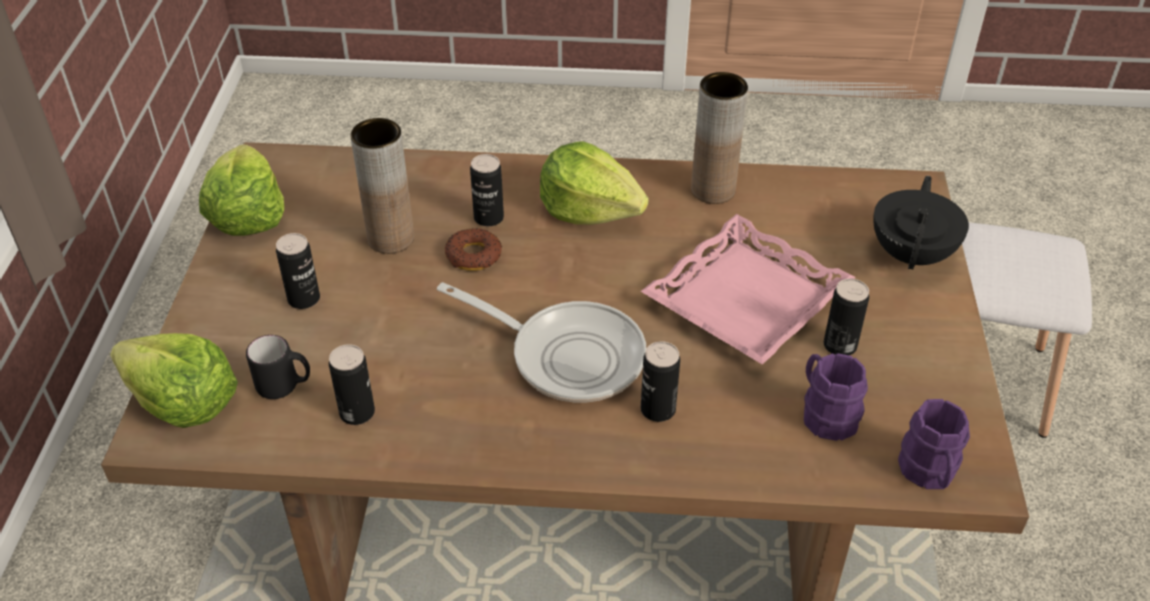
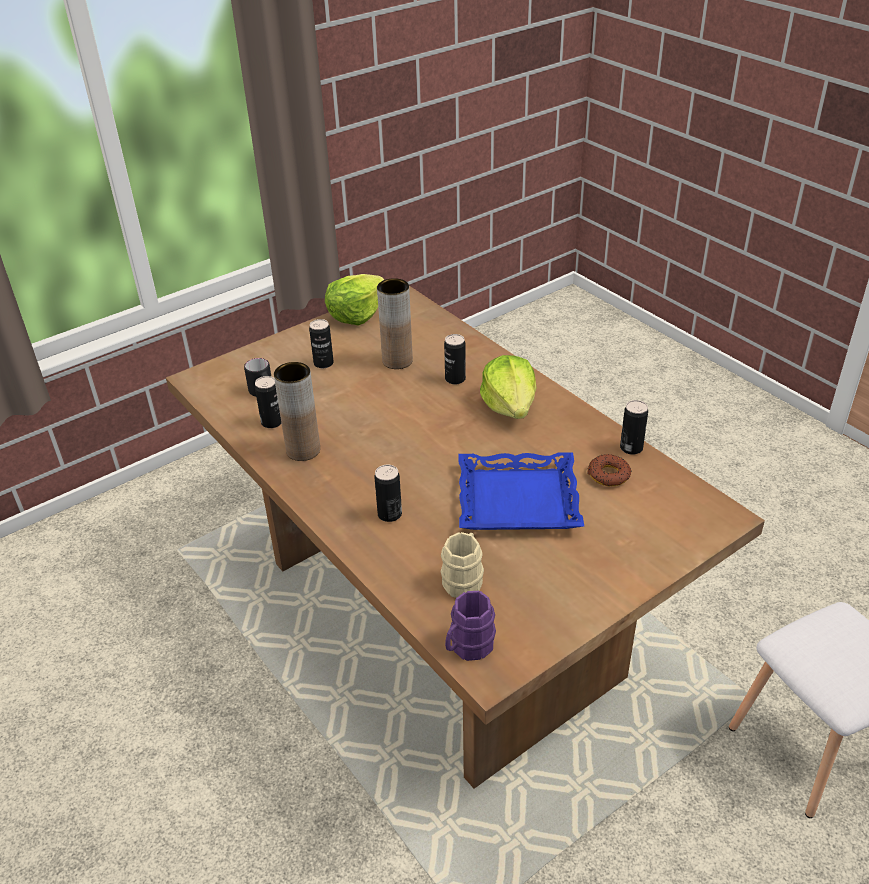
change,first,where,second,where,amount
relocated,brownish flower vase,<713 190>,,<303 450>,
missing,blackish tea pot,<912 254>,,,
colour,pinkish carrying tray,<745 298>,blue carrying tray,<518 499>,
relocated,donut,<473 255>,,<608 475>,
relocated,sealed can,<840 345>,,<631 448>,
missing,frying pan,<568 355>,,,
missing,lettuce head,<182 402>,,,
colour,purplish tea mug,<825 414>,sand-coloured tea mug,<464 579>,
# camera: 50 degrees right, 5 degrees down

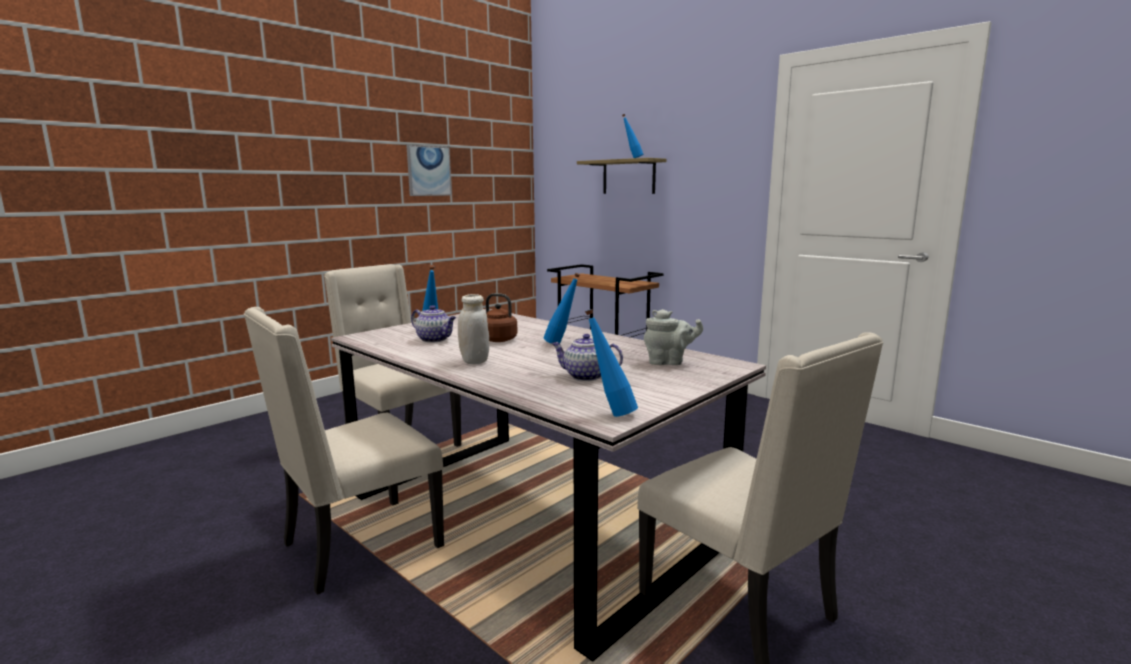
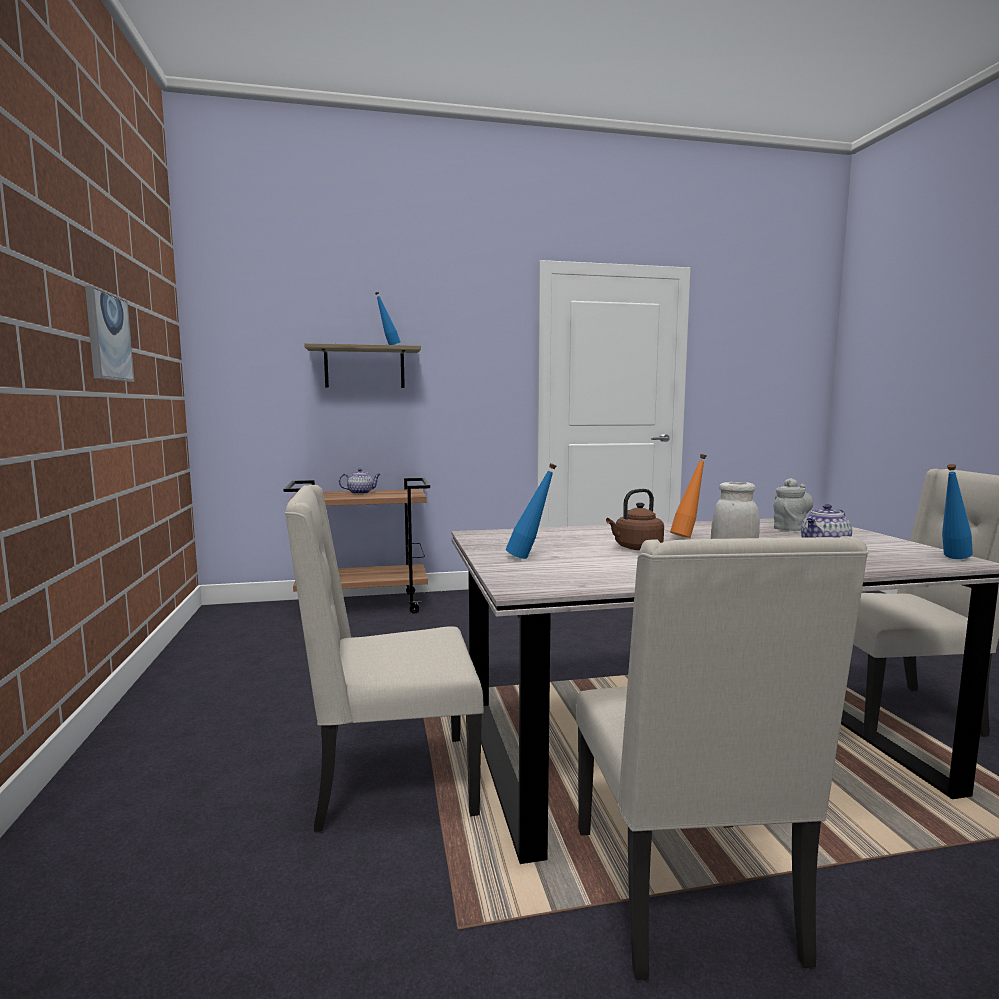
change,first,where,second,where,amount
colour,blue bottle,<561 344>,orangey bottle,<687 537>,
relocated,tea pot,<435 339>,,<361 493>,
# camera: 55 degrees left, 5 degrees down

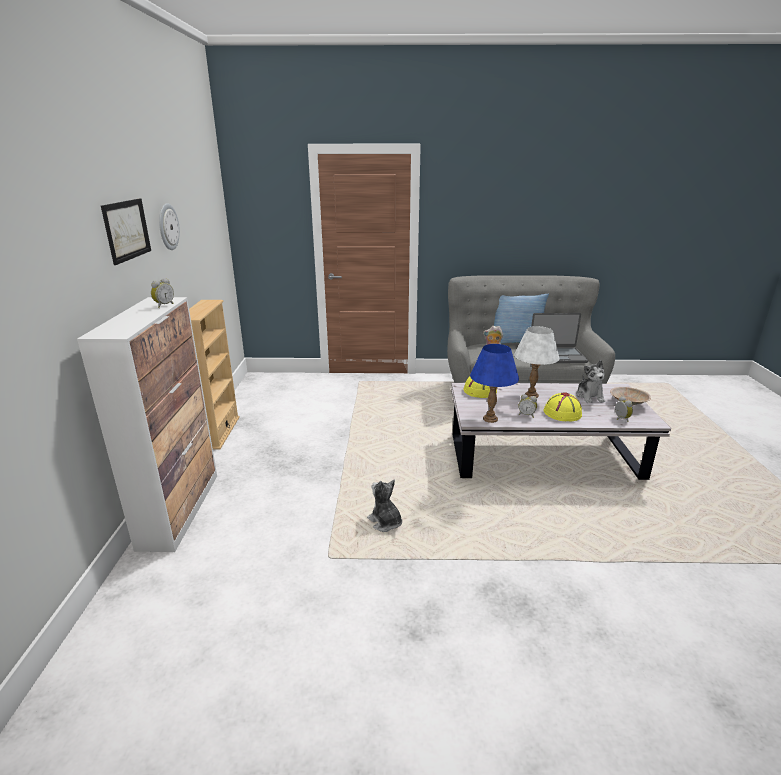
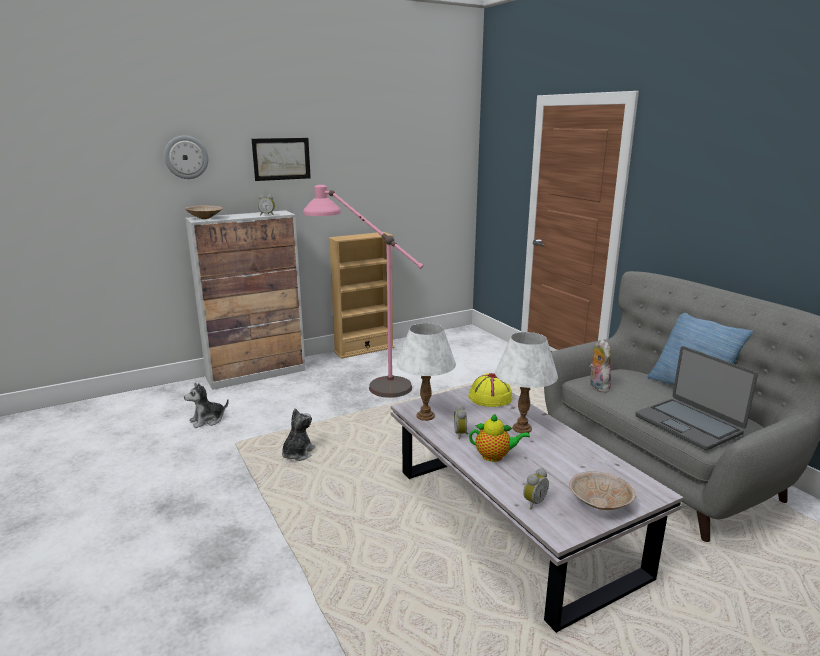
change,first,where,second,where,amount
relocated,clock on the wall,<168 227>,,<186 157>,
colour,blue lamp for a table,<490 419>,whitish lamp for a table,<425 416>,
relocated,soft toy,<589 396>,,<207 420>,
exchanged,yellow hat,<563 413>,tea pot,<495 456>,
appeared,,,pinkish standard lamp,<365 381>,
appeared,,,sand-coloured serving bowl,<205 218>,
# camera: 60 degrees right, 5 degrees down

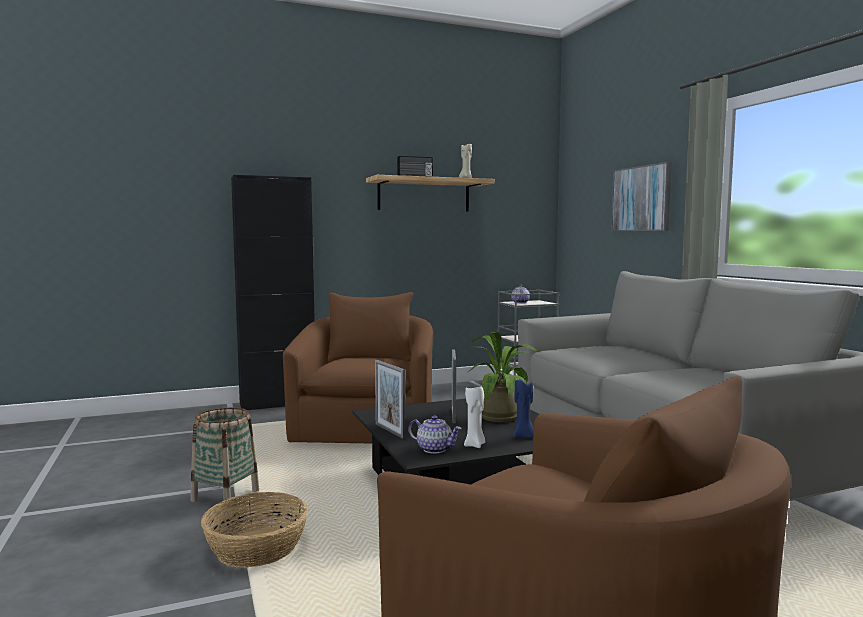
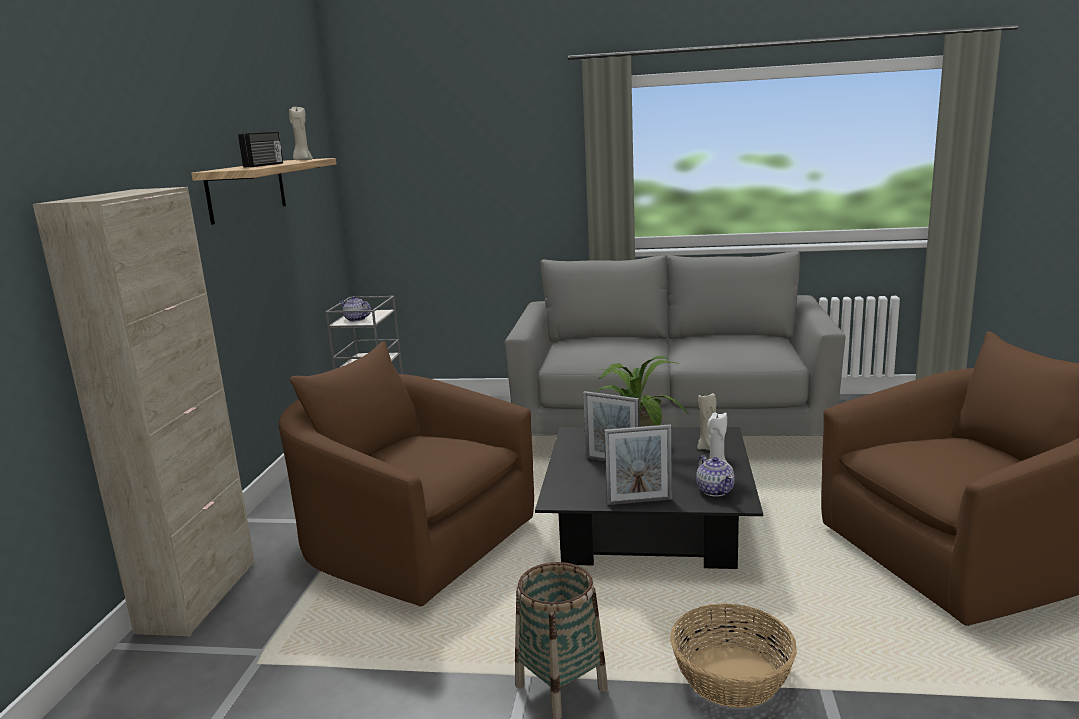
change,first,where,second,where,amount
missing,wall picture,<641 199>,,,
colour,blackish cabinet,<278 404>,sand-coloured cabinet,<199 596>,
colour,blue wax light,<523 437>,sand-coloured wax light,<707 447>,
spun,tea pot,<434 449>,,<715 490>,105 degrees clockwise
# camera: 60 degrees left, 10 degrees up

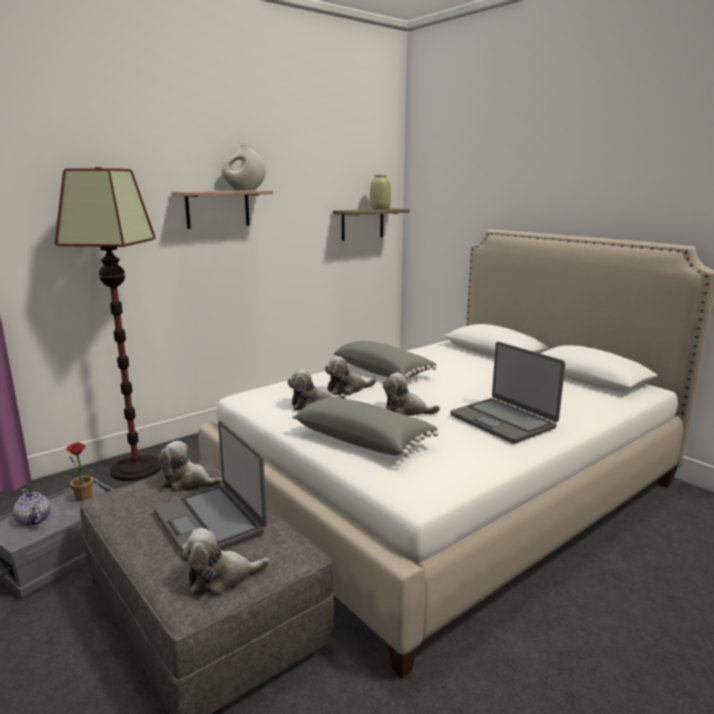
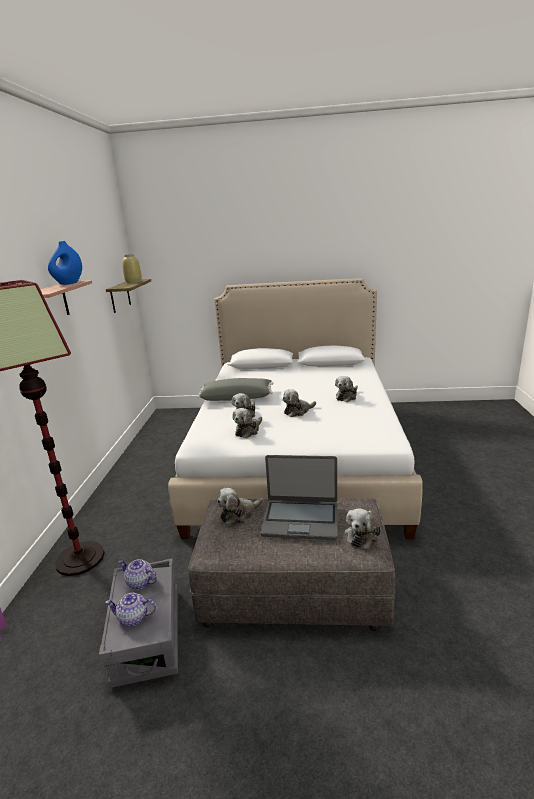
change,first,where,second,where,amount
colour,whitish flower vase,<245 190>,blue flower vase,<69 283>,
exchanged,notebook computer,<503 421>,soft toy,<347 396>,
missing,greyish pillow,<363 440>,,,
exchanged,potted plant,<84 499>,tea pot,<140 582>,
# camera: 45 degrees left, 5 degrees up

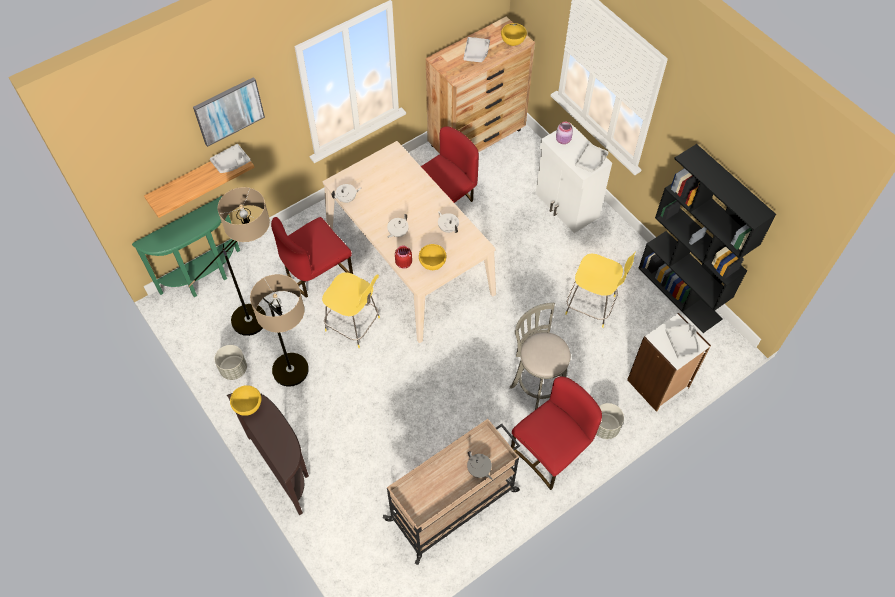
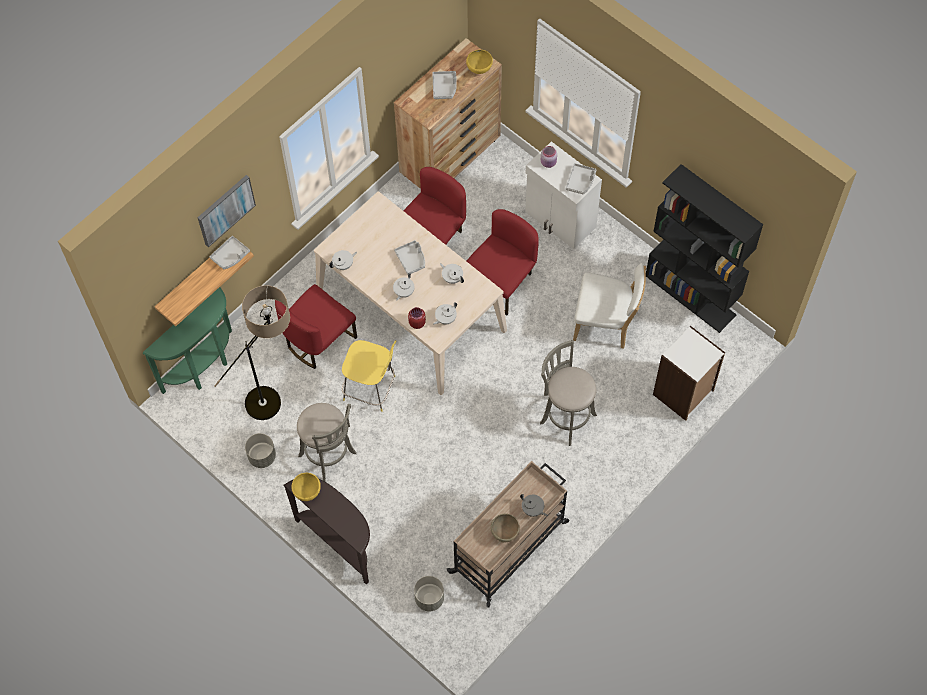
change,first,where,second,where,amount
exchanged,yellow serving bowl,<432 264>,whitish tea pot,<445 319>,
exchanged,yellow sitting stool,<592 306>,whitish chair,<605 324>,
exchanged,standard lamp,<297 381>,greyish sitting stool,<329 457>,
relocated,greyish carrying tray,<682 343>,,<411 259>,
relocated,red-coloured chair,<551 451>,,<501 282>,
relocated,greyish flower pot,<605 427>,,<429 598>,
appeared,,,brownish serving bowl,<505 532>,
# camera: 10 degrees left, 5 degrees up

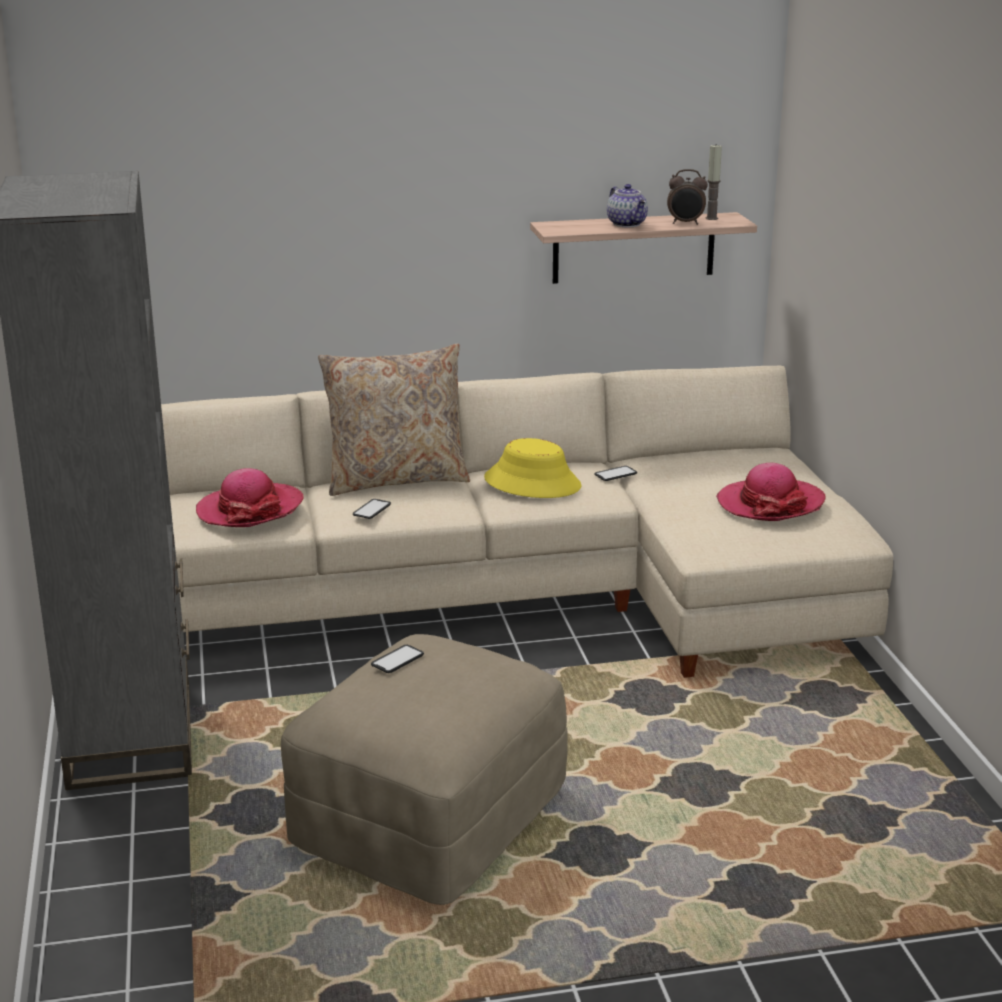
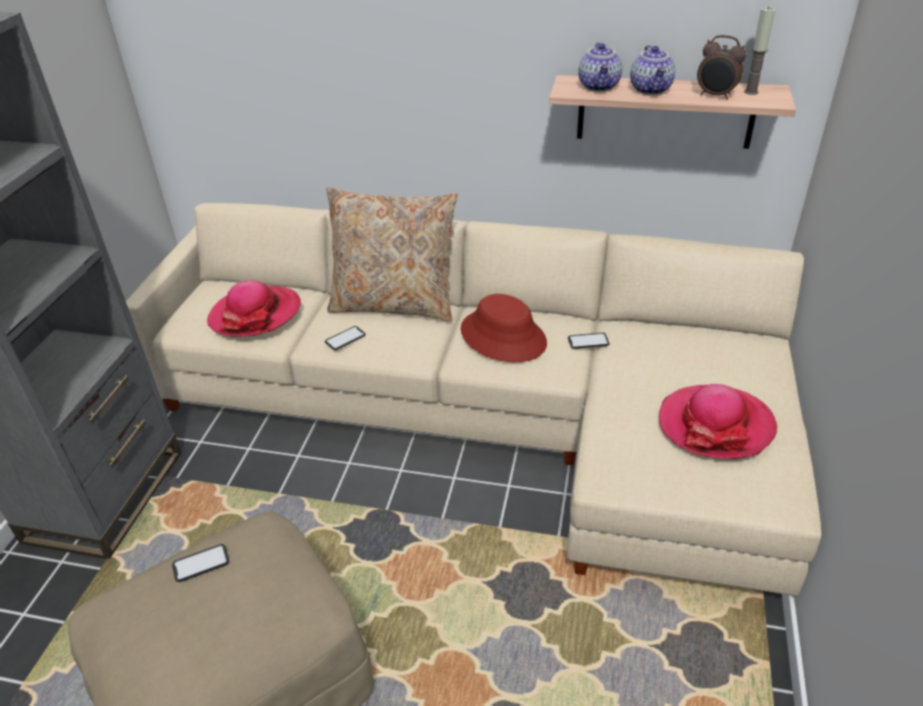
change,first,where,second,where,amount
colour,yellow hat,<532 483>,red-coloured hat,<503 336>,
appeared,,,tea pot,<600 87>,
# camera: 25 degrees right, 15 degrees up

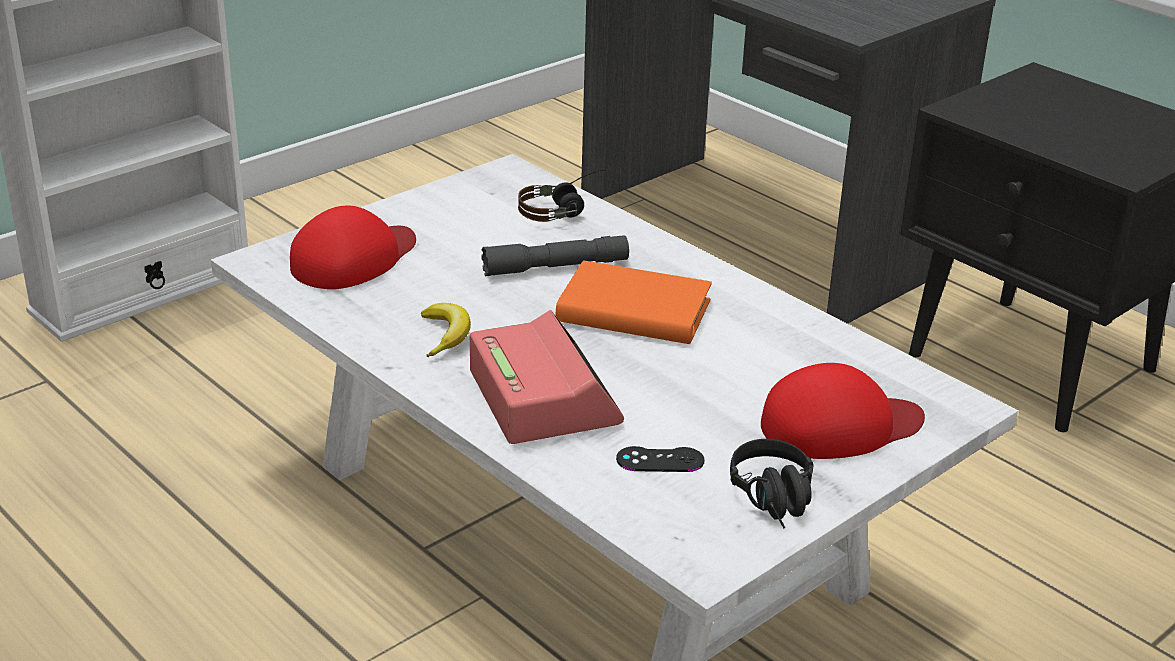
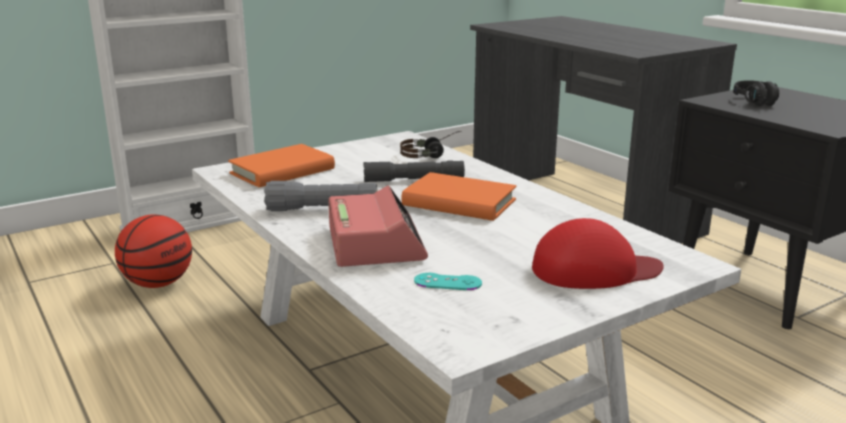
change,first,where,second,where,amount
exchanged,red-coloured cap,<354 259>,orangey bound book,<282 171>,
exchanged,whole banana,<445 336>,greyish torch,<322 209>,
relocated,blackish pair of headphones,<777 502>,,<759 103>,
colour,blackish game controller,<660 460>,turquoise-coloured game controller,<447 282>,
appeared,,,basketball ball,<158 283>,
# camera: 10 degrees right, 10 degrees down

